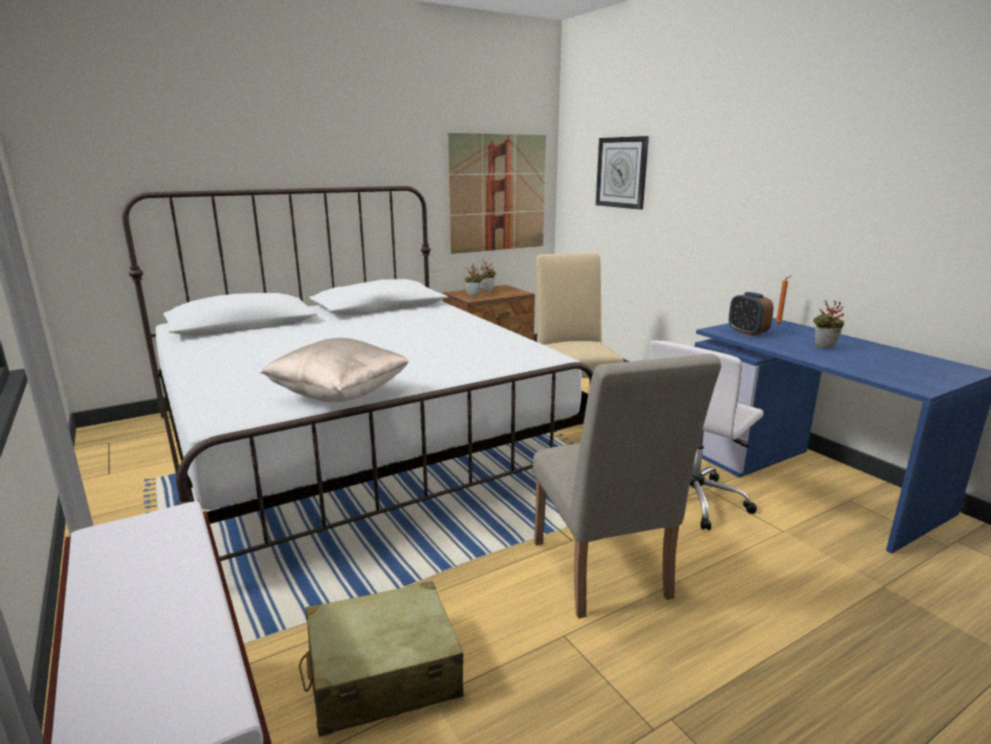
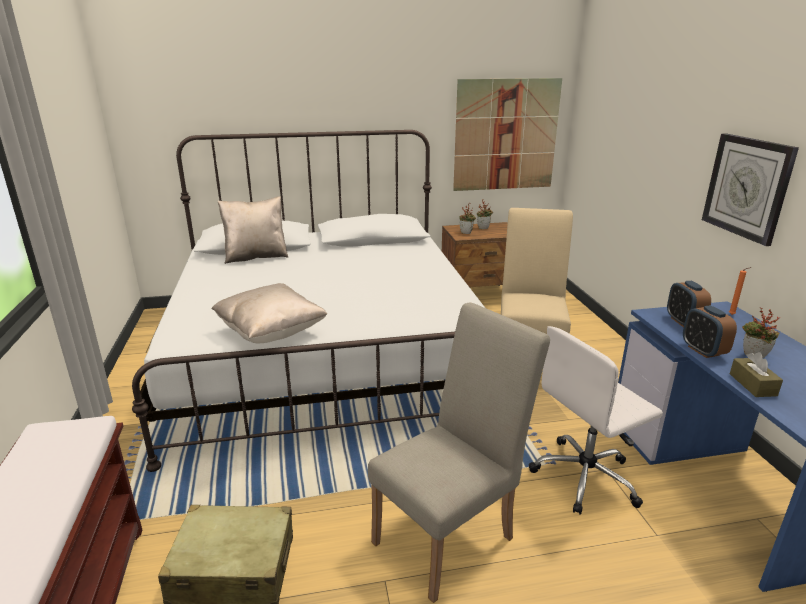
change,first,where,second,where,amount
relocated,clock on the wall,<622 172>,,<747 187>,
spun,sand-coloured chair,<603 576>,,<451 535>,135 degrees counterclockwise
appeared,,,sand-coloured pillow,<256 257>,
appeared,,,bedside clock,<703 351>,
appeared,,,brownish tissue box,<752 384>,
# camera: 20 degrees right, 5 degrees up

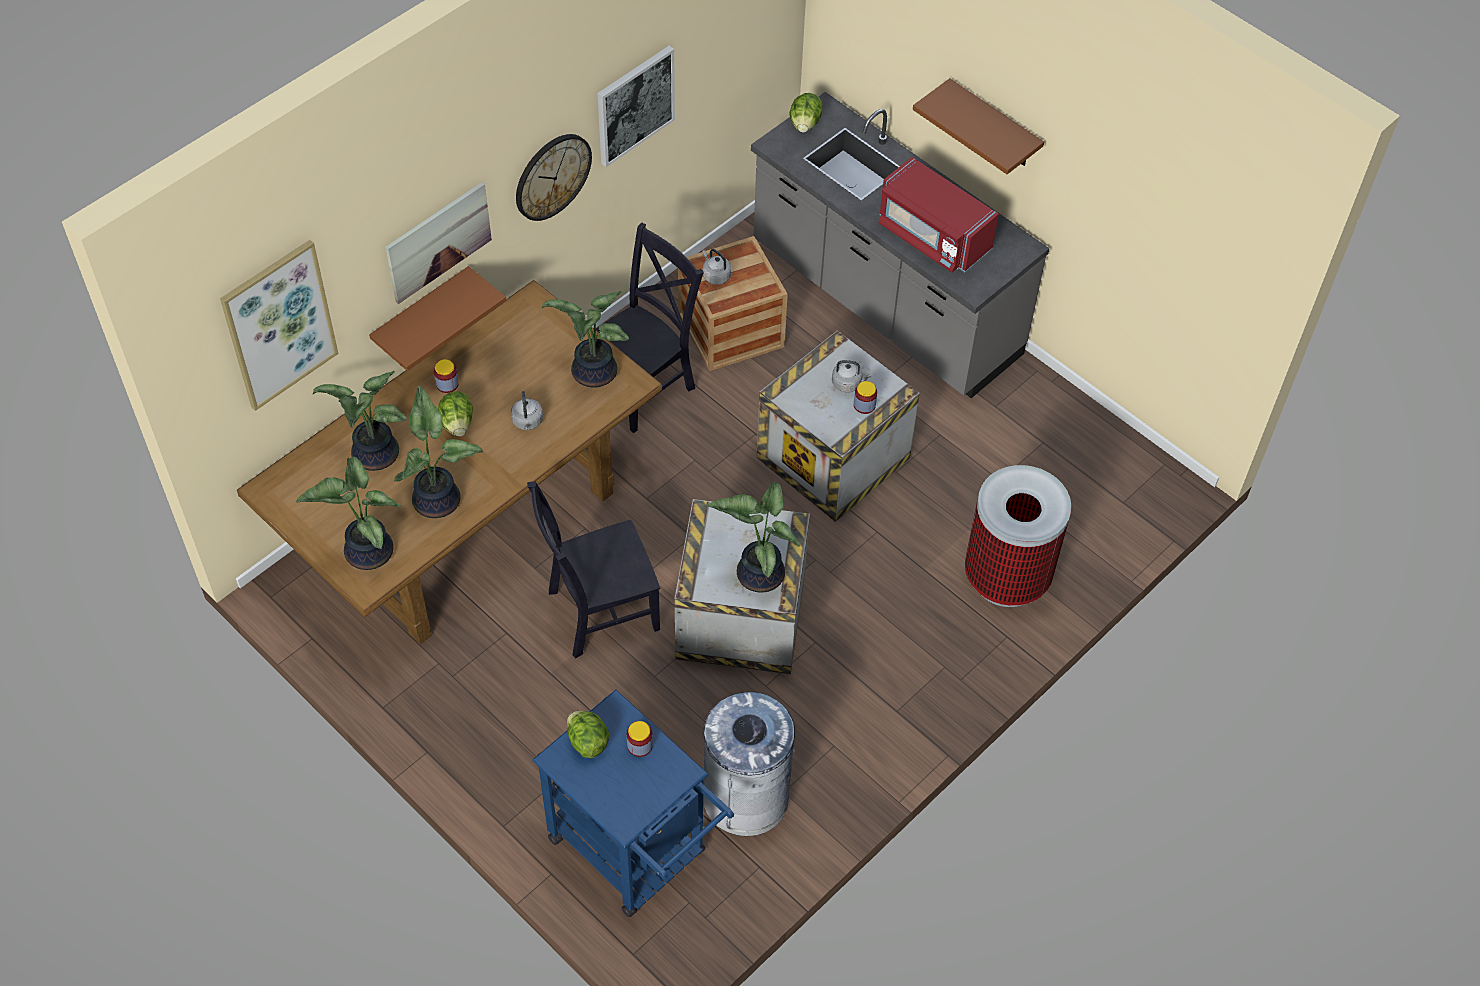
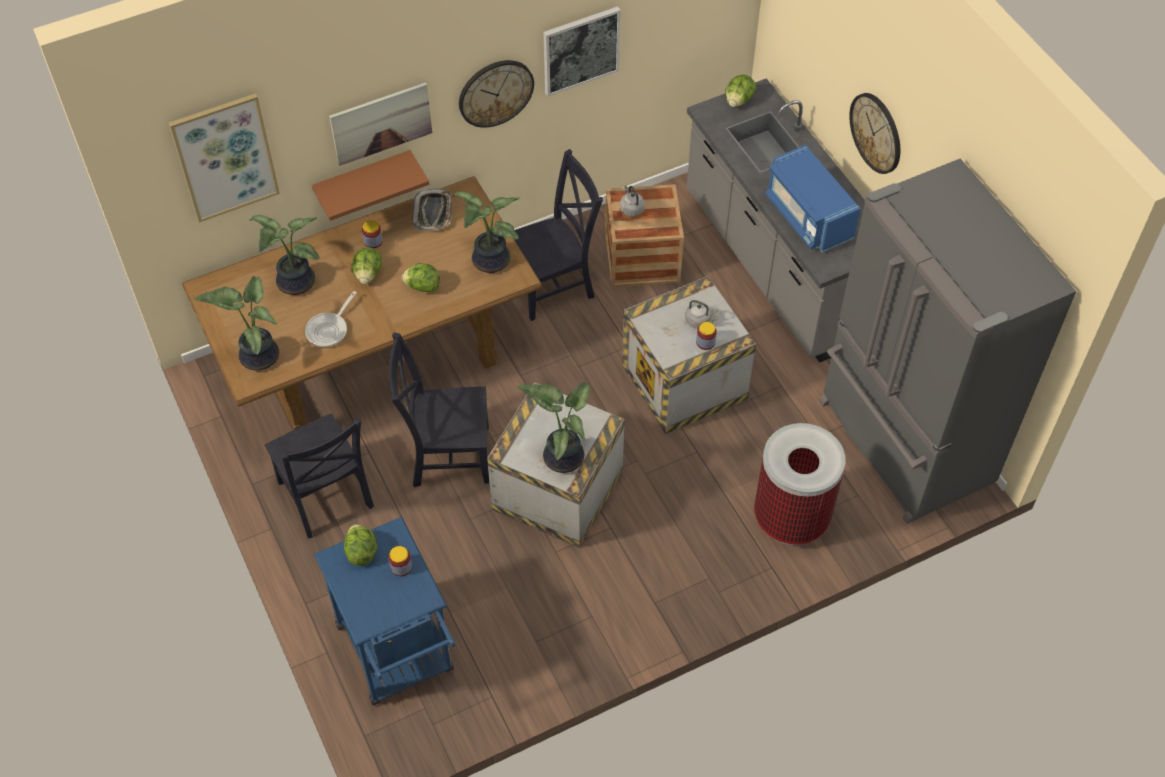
change,first,where,second,where,amount
exchanged,brownish shelf,<993 125>,clock on the wall,<876 132>,
colour,red-coloured microwave,<932 236>,blue microwave,<808 216>,
exchanged,potted plant,<439 499>,frying pan,<329 329>,
exchanged,greyish kettle,<527 422>,lettuce head,<422 287>,
missing,greyish rubbish bin,<746 797>,,,
appeared,,,greyish refrigerator,<902 444>,
appeared,,,carrying tray,<433 212>,
appeared,,,blackish chair,<326 498>,
# camera: 20 degrees right, 0 degrees up

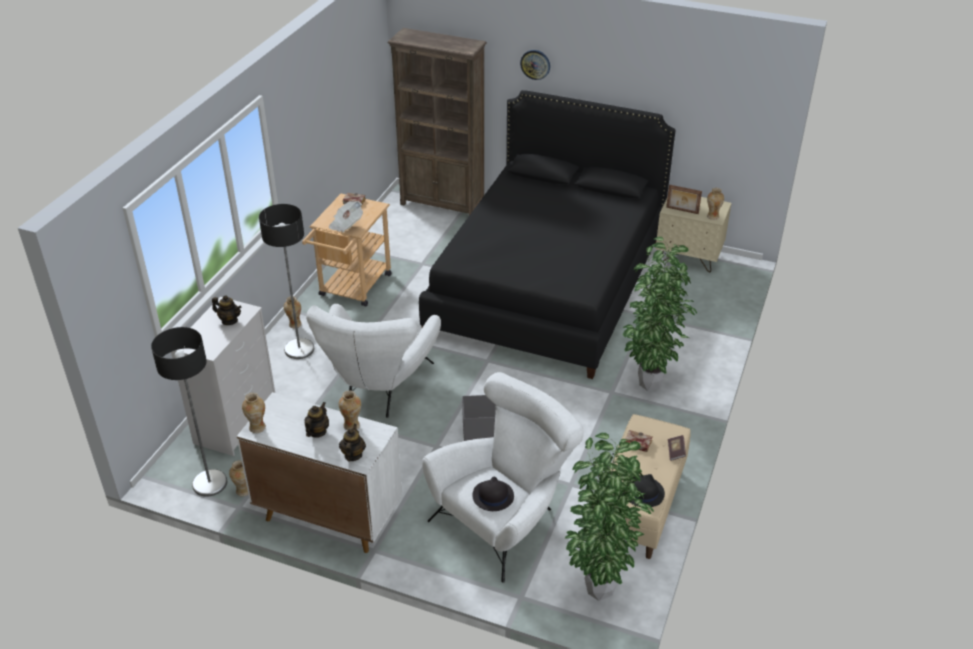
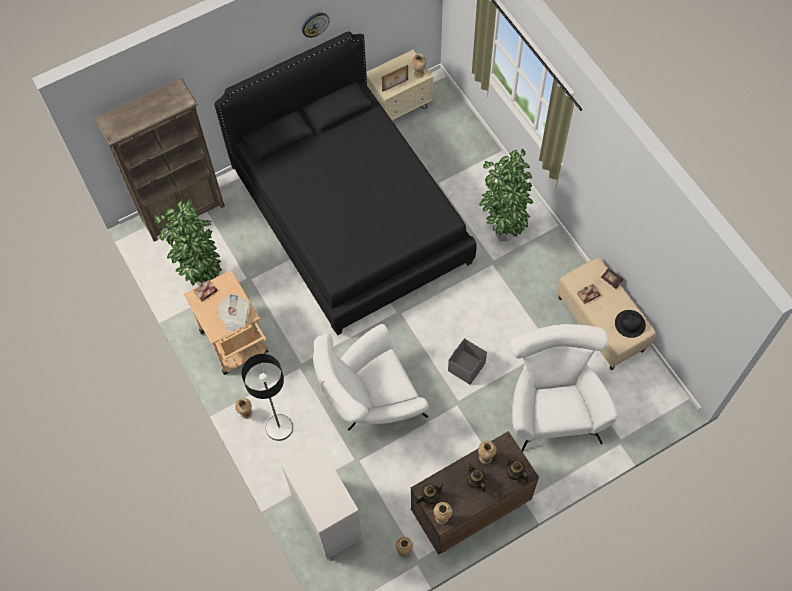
change,first,where,second,where,amount
relocated,clock on the wall,<535 64>,,<315 24>,
relocated,tea pot,<229 320>,,<429 497>,
spun,whitish lounge chair,<378 389>,,<370 402>,105 degrees clockwise
missing,standard lamp,<209 483>,,,
colour,whitish cabinet,<328 515>,brownish cabinet,<469 510>,
relocated,potted plant,<598 587>,,<204 280>,
missing,blackish hat,<492 496>,,,
# camera: 50 degrees left, 25 degrees up

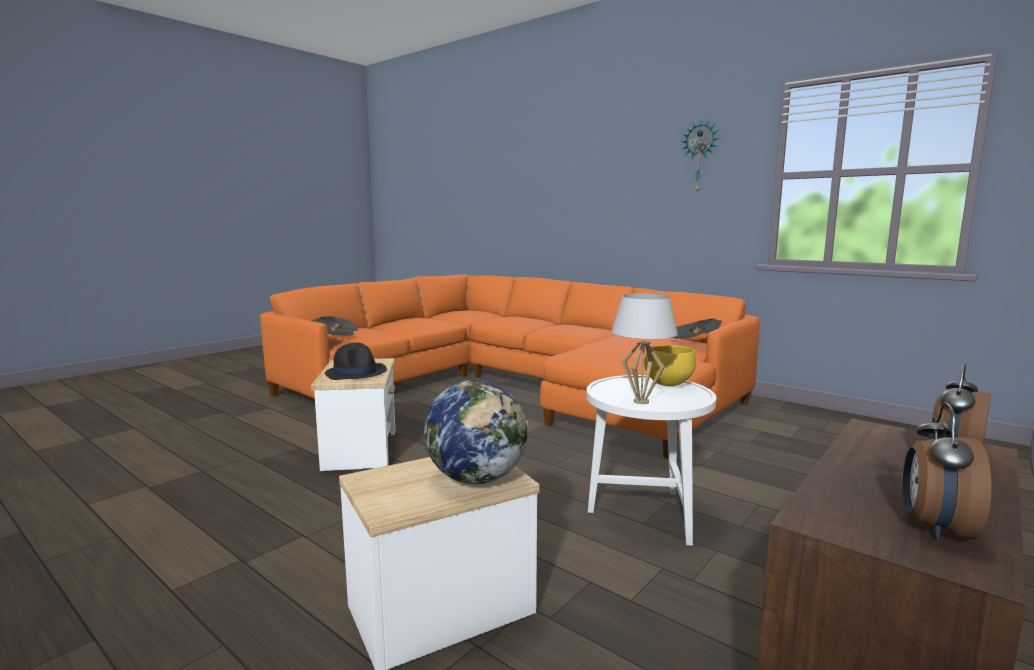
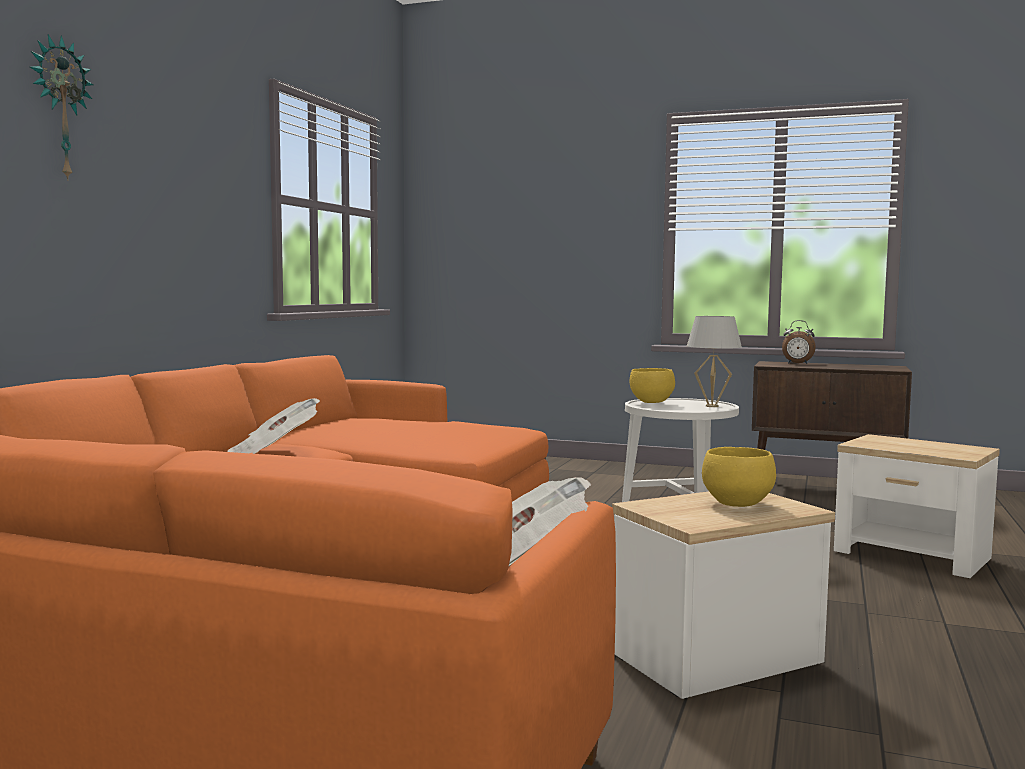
change,first,where,second,where,amount
relocated,clock on the wall,<700 157>,,<59 108>,
relocated,daily paper,<693 343>,,<274 451>,
exchanged,blackish hat,<356 372>,yellow serving bowl,<735 503>,
missing,globe,<477 478>,,,
missing,bedside clock,<934 528>,,,
# camera: 110 degrees left, 5 degrees down

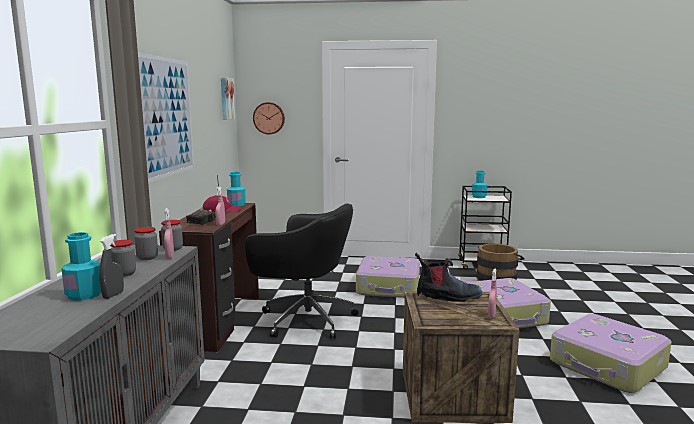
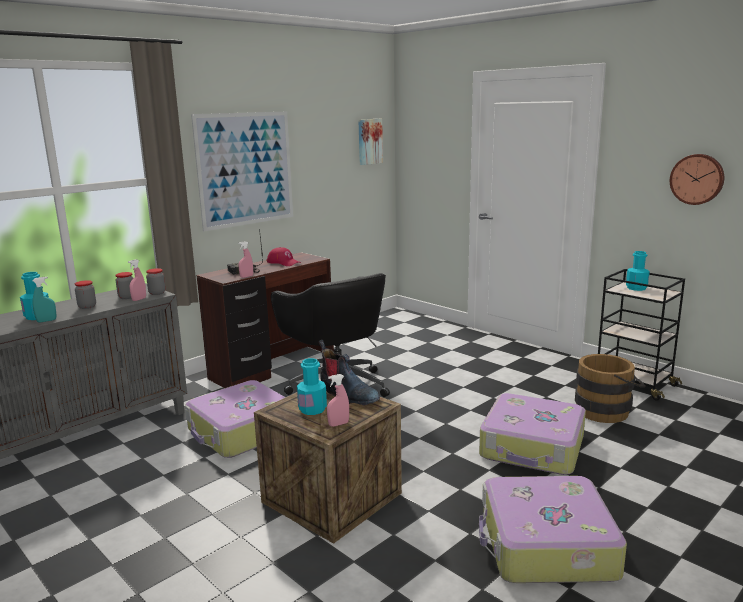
change,first,where,second,where,amount
relocated,clock on the wall,<269 118>,,<697 179>,
relocated,turquoise-coloured bottle,<236 204>,,<312 409>,
colour,greyish sprayer,<113 295>,turquoise-coloured sprayer,<46 321>,
relocated,piece of luggage,<389 287>,,<241 431>,
# camera: 40 degrees right, 5 degrees up

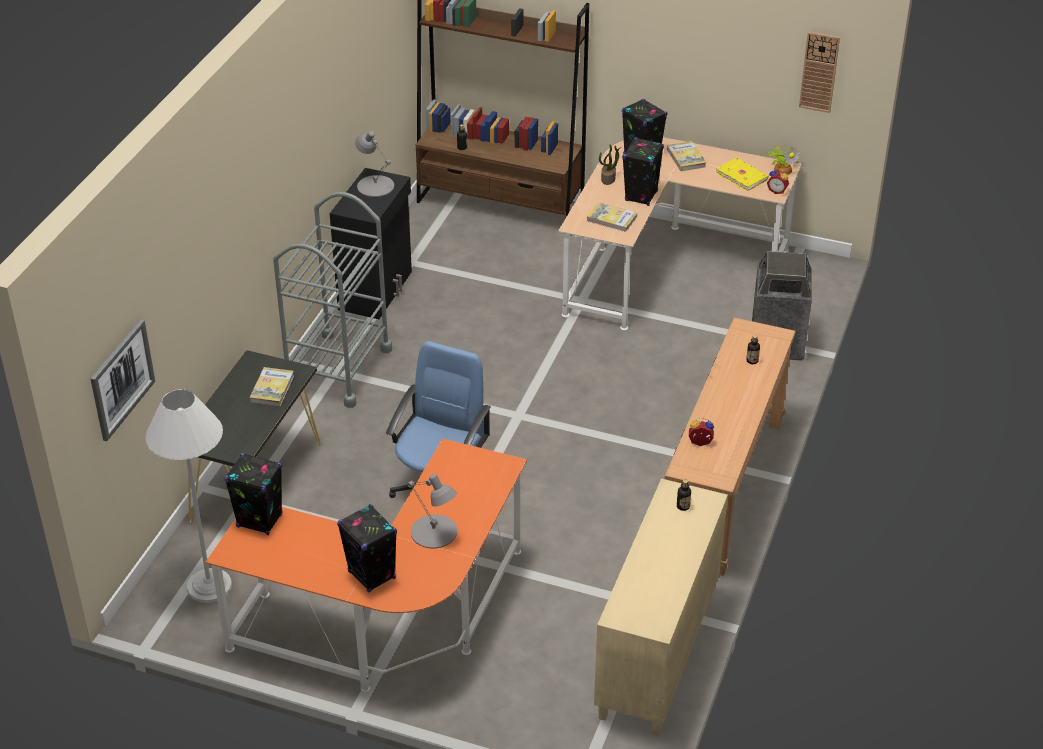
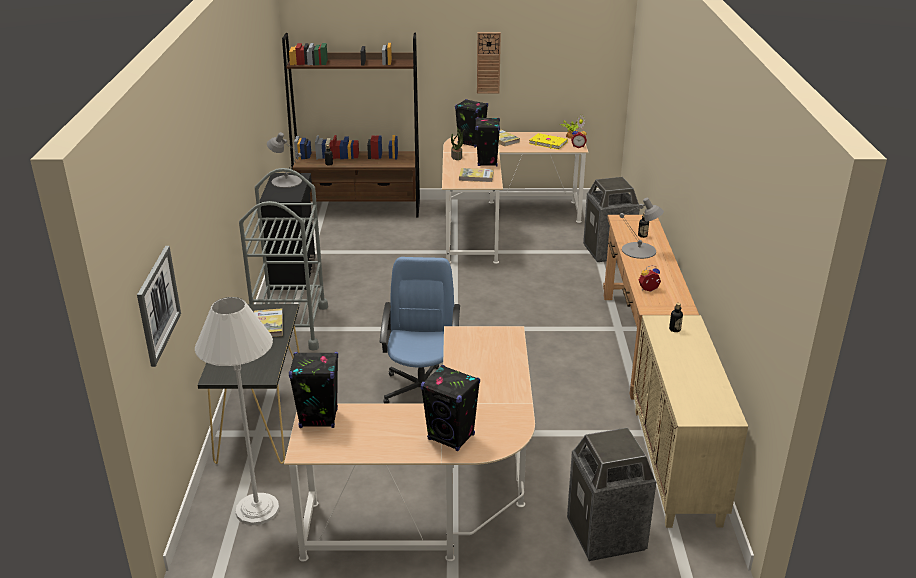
change,first,where,second,where,amount
relocated,clock on the wall,<819 72>,,<488 63>,
colour,orangey desk,<391 623>,sand-coloured desk,<441 498>,
relocated,greyish lamp for a table,<434 532>,,<639 250>,
appeared,,,rubbish bin,<606 535>,
# camera: 20 degrees left, 10 degrees down

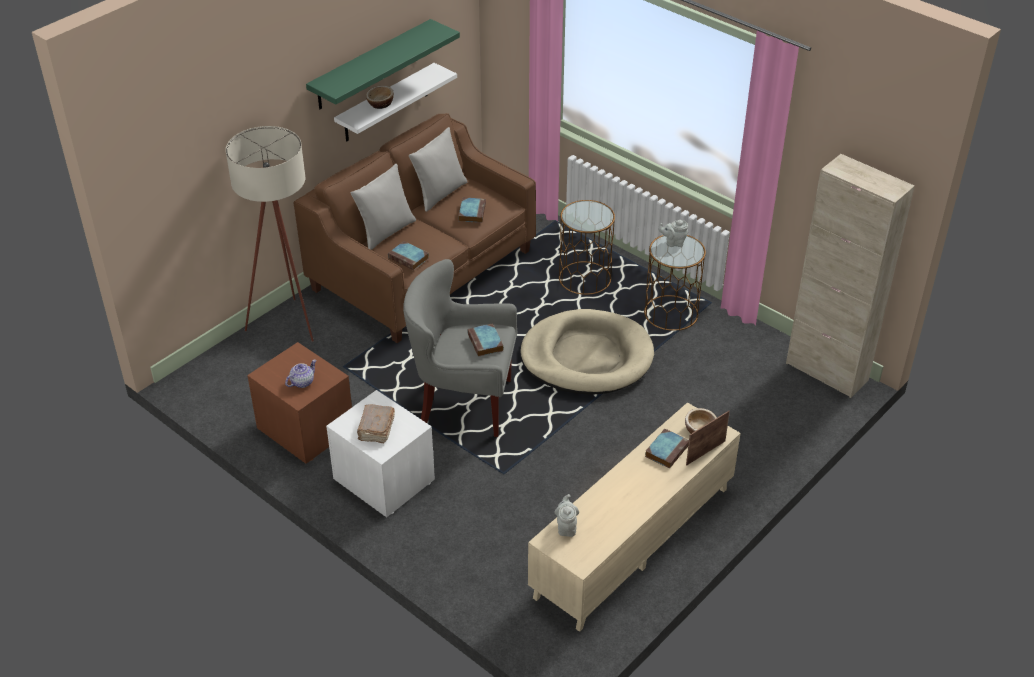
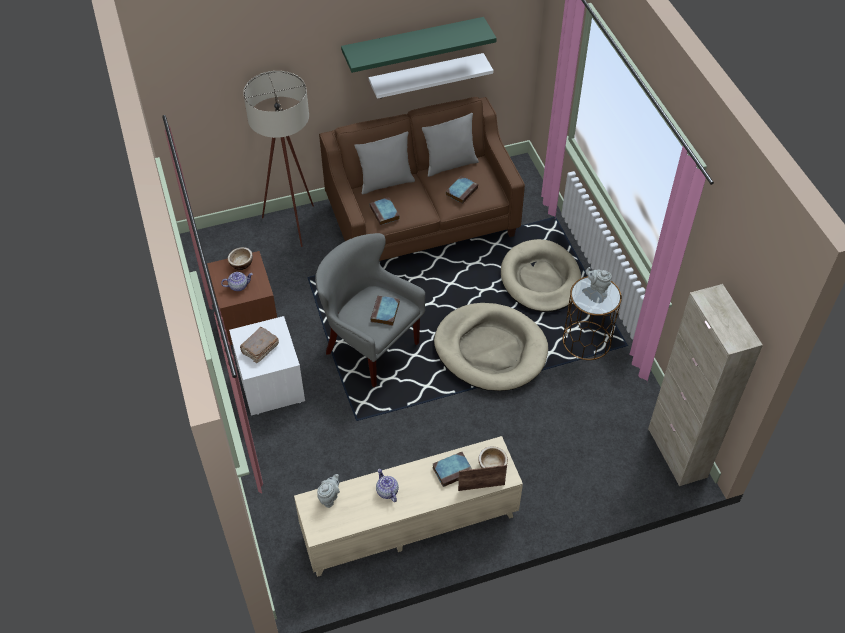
change,first,where,second,where,amount
relocated,serving bowl,<380 104>,,<241 263>,
exchanged,brownish side table,<585 278>,sand-coloured dog cushion,<540 279>,
appeared,,,tea pot,<387 491>,
# camera: 30 degrees right, 10 degrees up

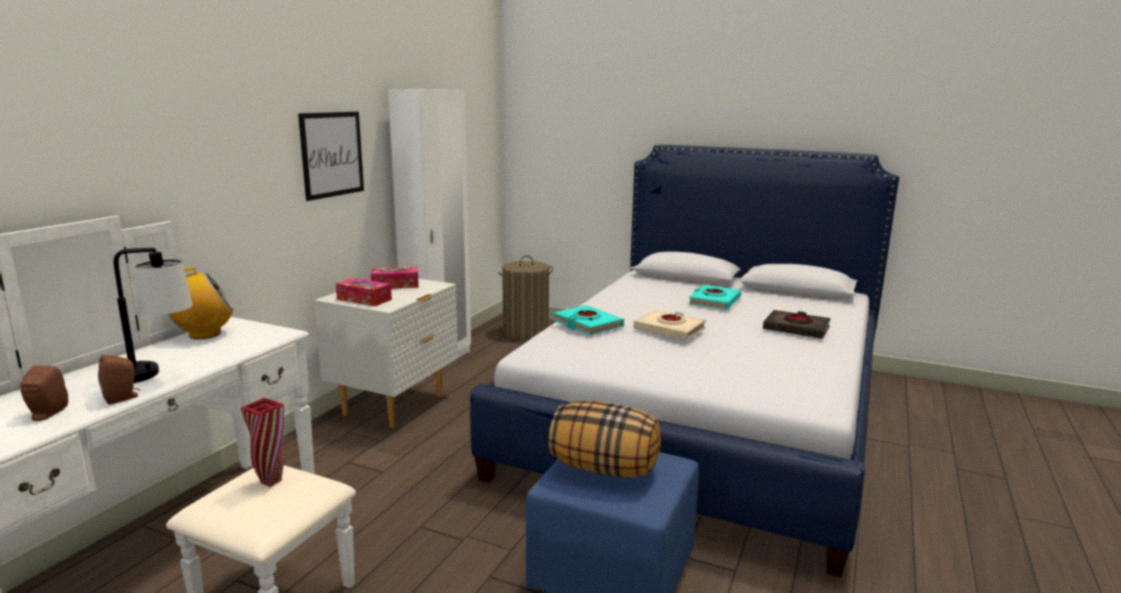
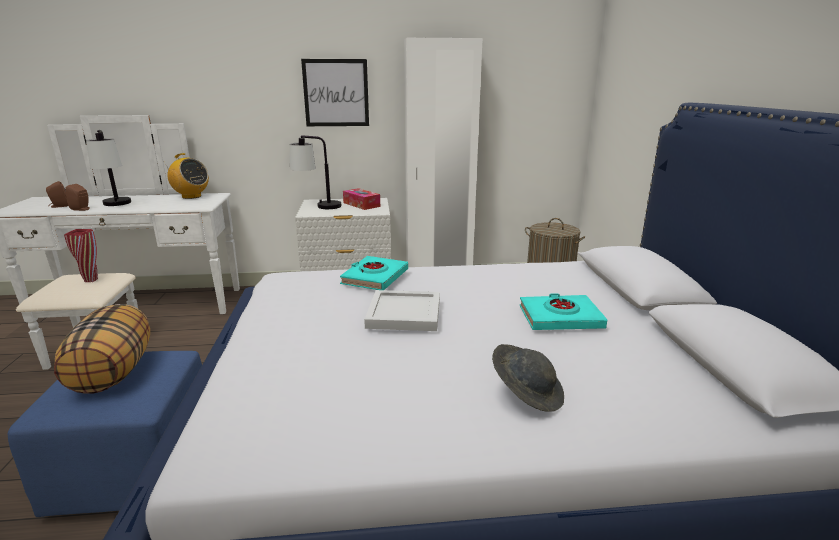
change,first,where,second,where,amount
exchanged,tissue box,<364 299>,lamp for a table,<317 206>,
exchanged,sand-coloured bound book,<669 329>,whitish carrying tray,<405 313>,
exchanged,blackish bound book,<796 329>,greyish hat,<527 393>,
# camera: 60 degrees right, 5 degrees up

